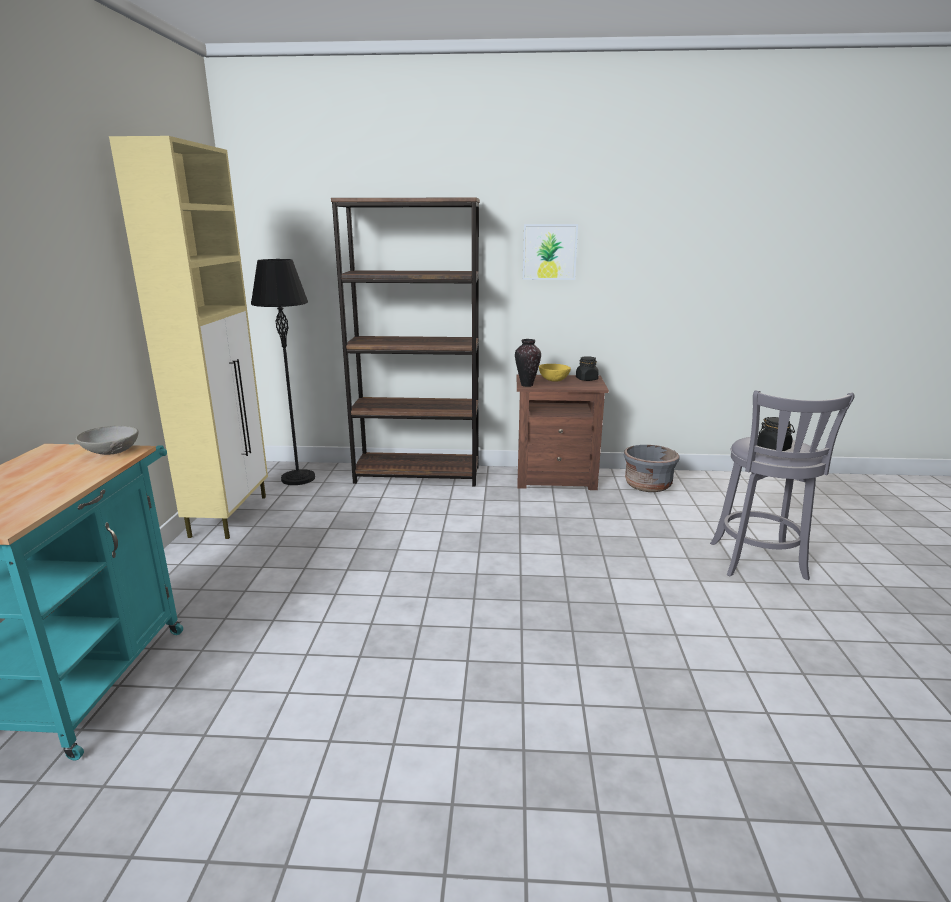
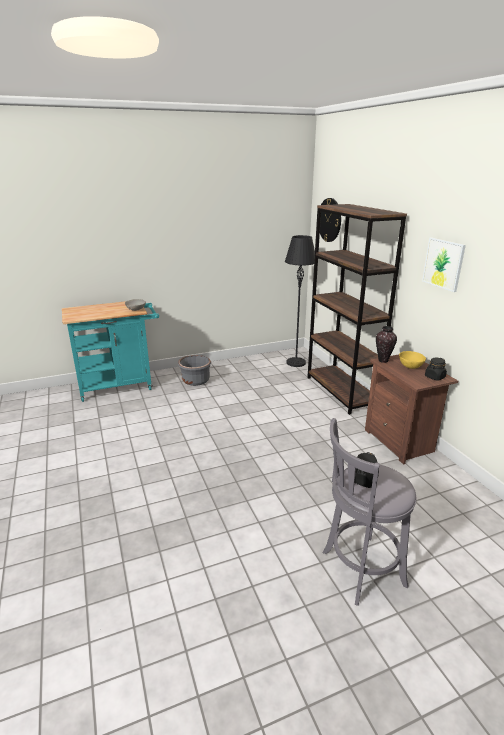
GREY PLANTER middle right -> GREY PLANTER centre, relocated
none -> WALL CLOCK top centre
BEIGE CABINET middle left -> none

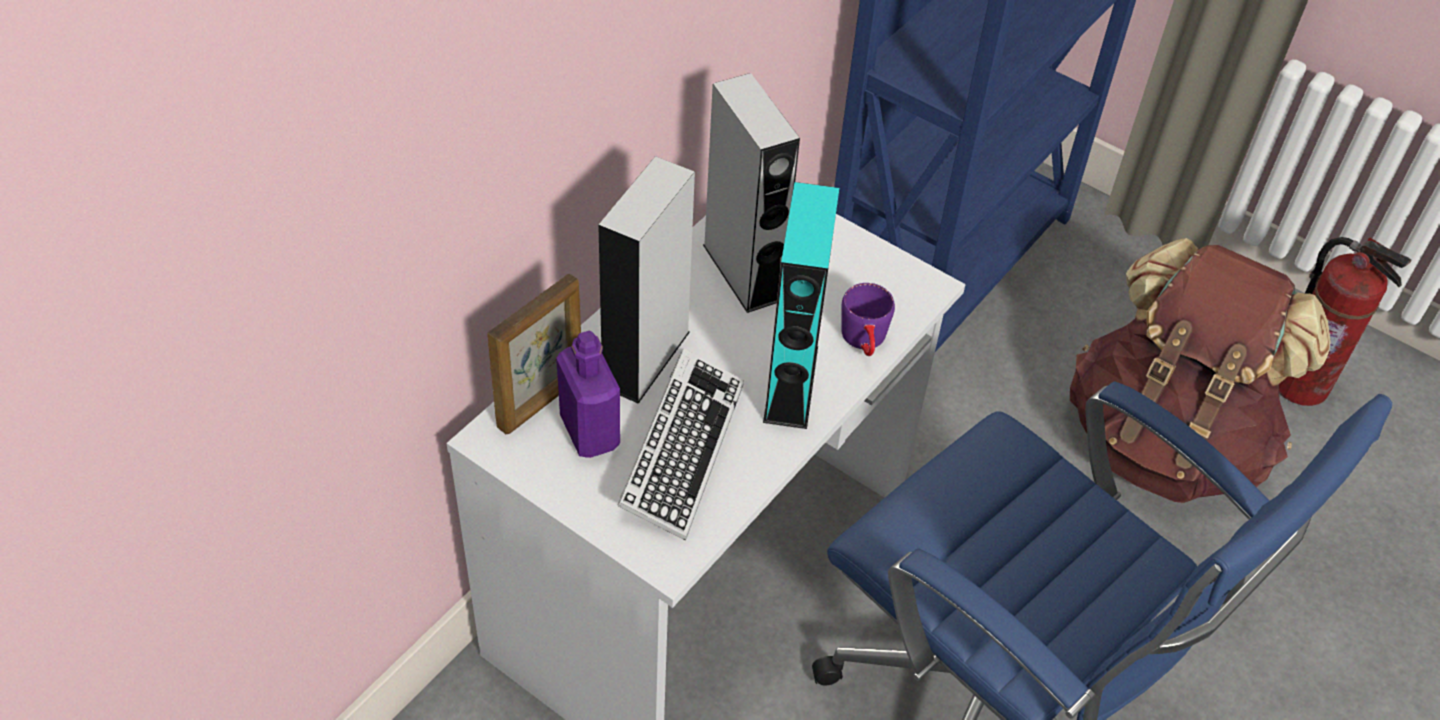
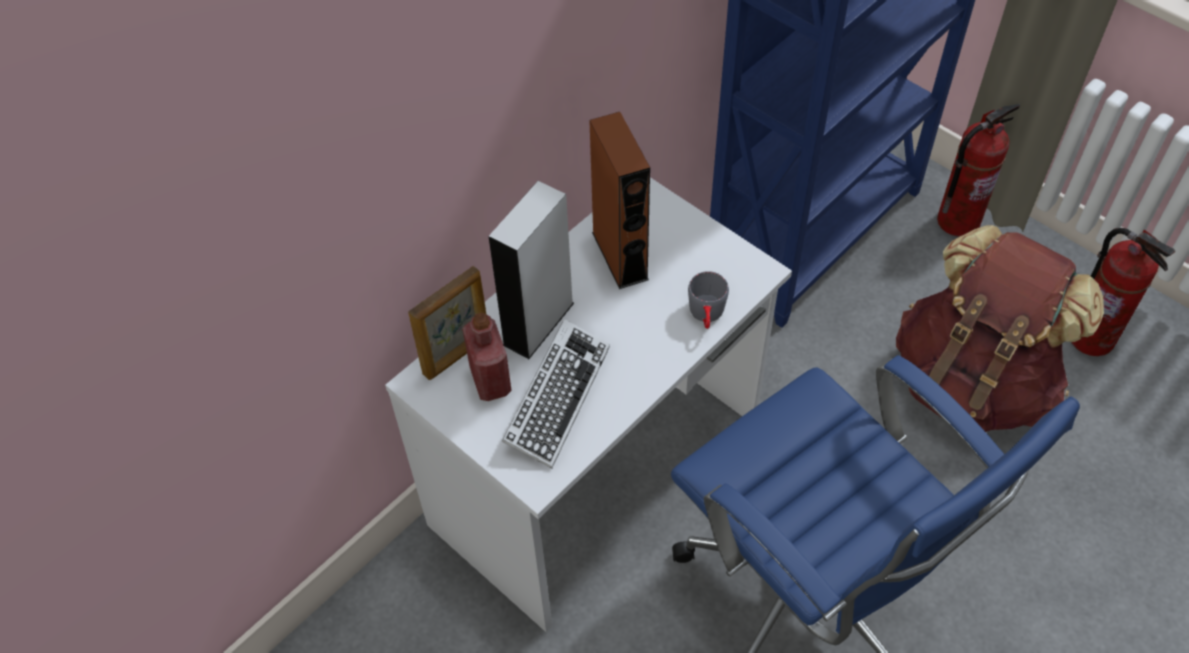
PURPLE BOTTLE centre -> RED BOTTLE centre
GREY SPEAKER (no. 2 from left) top centre -> BROWN SPEAKER top centre
PURPLE MUG centre -> GREY MUG centre
none -> FIRE EXTINGUISHER (no. 1 from left) top right
TURQUOISE SPEAKER centre -> none

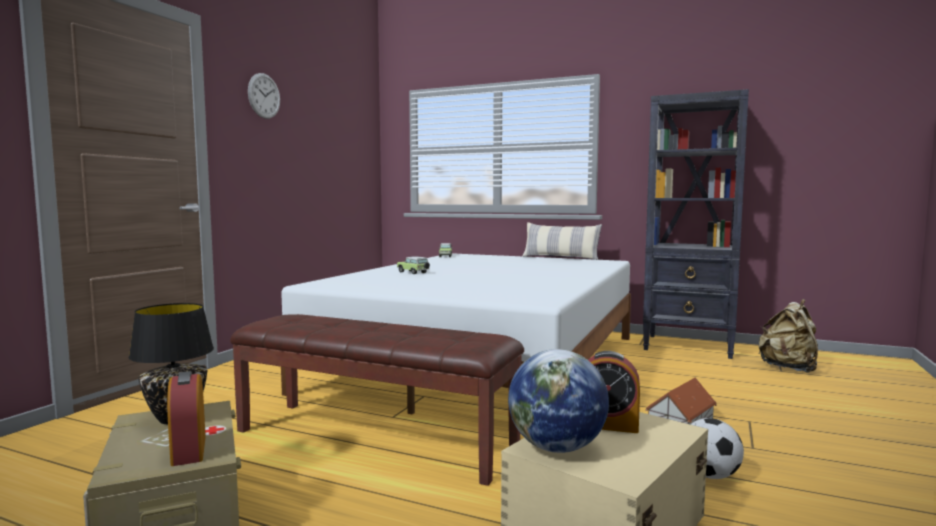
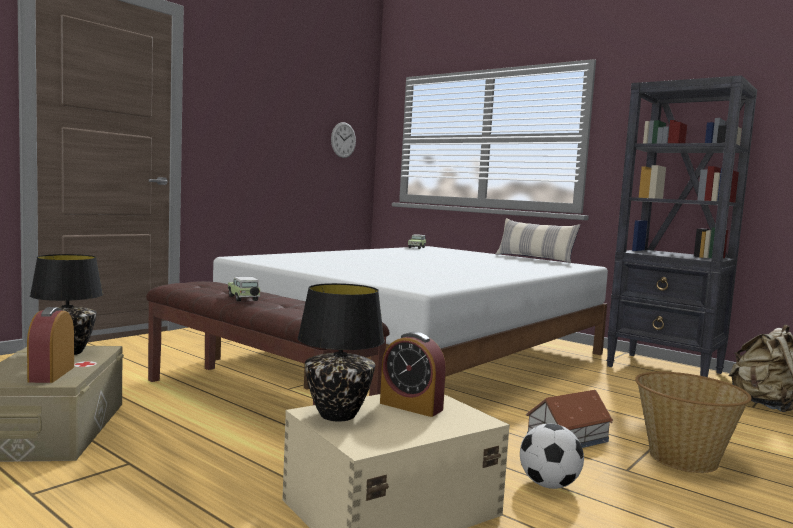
TOY CAR (no. 1 from left) centre -> TOY CAR (no. 1 from left) middle left, relocated
GLOBE bottom centre -> BLACK TABLE LAMP (no. 2 from left) bottom centre
WALL CLOCK top left -> WALL CLOCK top centre, relocated
none -> BASKET bottom right

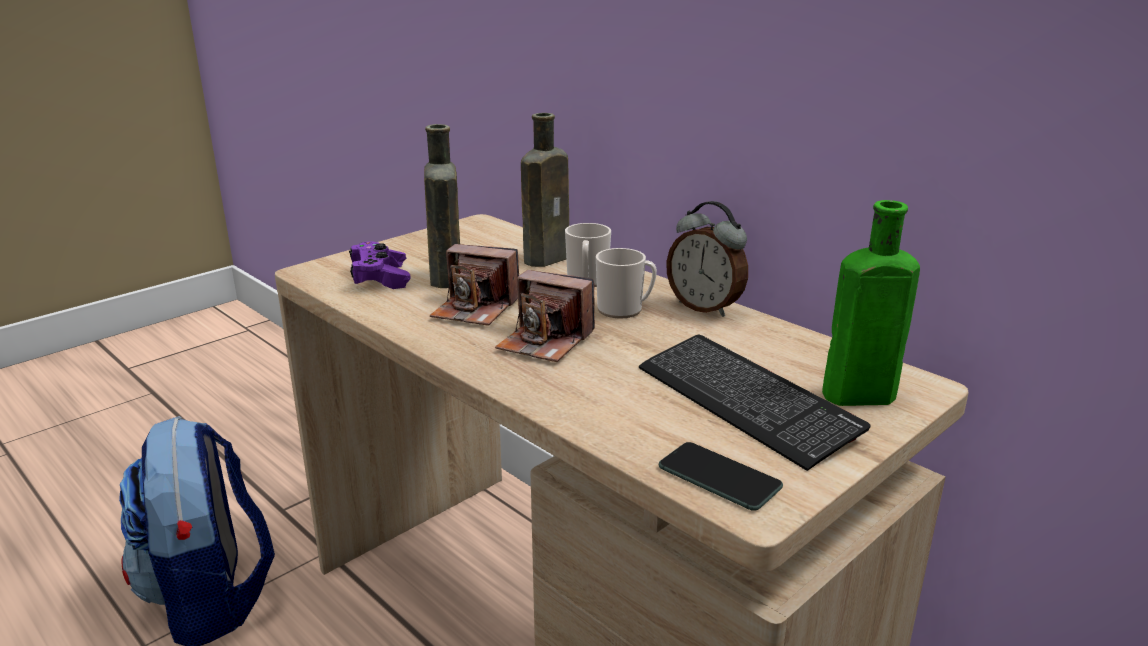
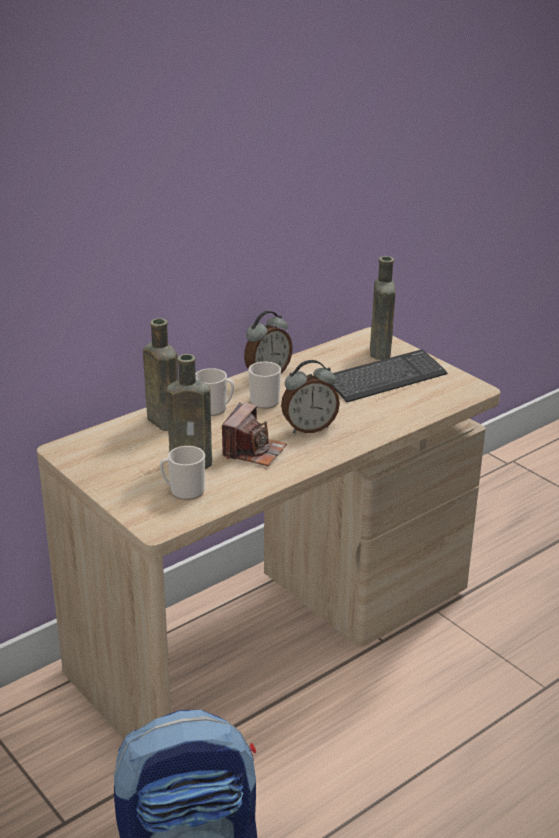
PURPLE GAME CONTROLLER middle left -> MUG (no. 1 from left) middle left
PHOTO CAMERA (no. 2 from left) centre -> ALARM CLOCK (no. 2 from left) centre
GREEN BOTTLE middle right -> BROWN BOTTLE (no. 3 from left) middle right
PHONE bottom centre -> none

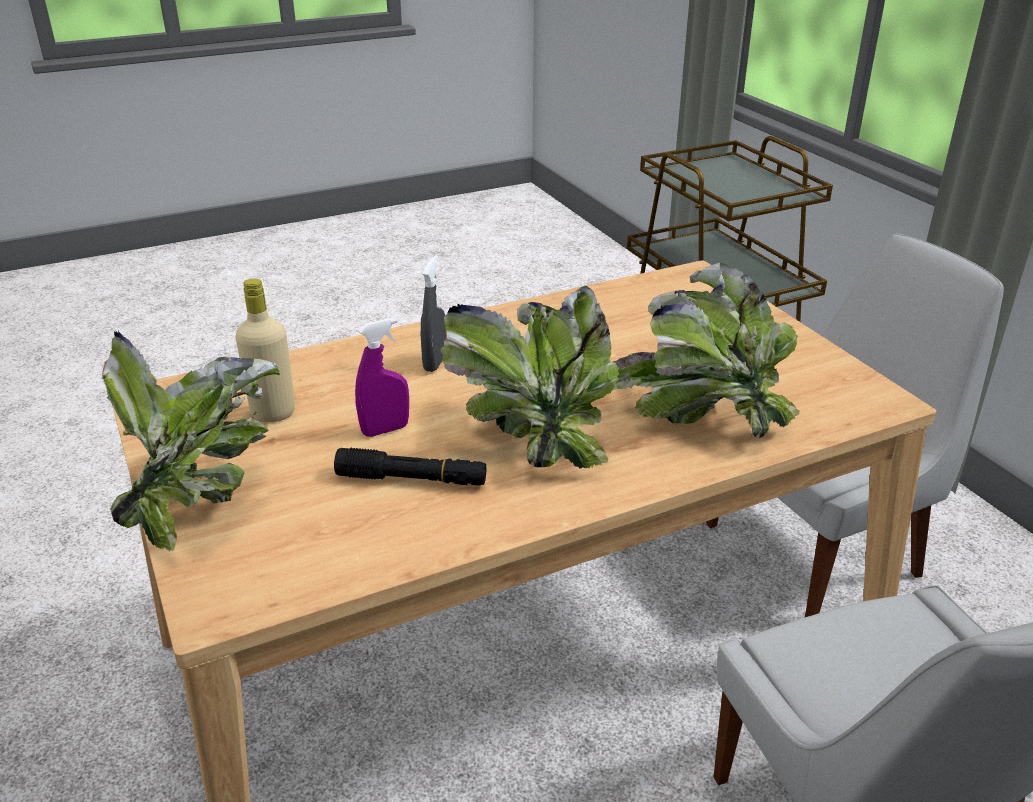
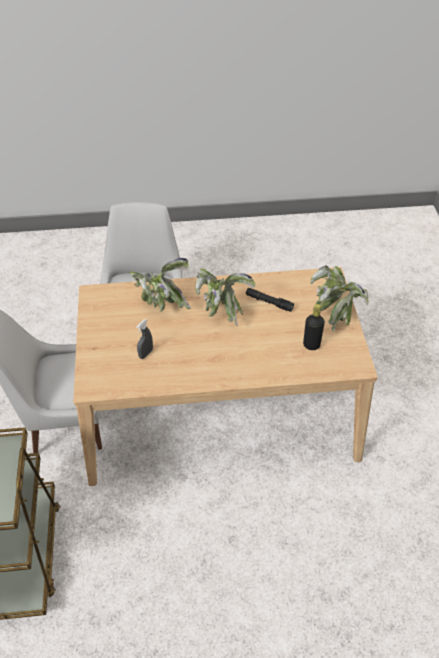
GREY SPRAY BOTTLE centre -> GREY SPRAY BOTTLE middle left, relocated
BEIGE BOTTLE middle left -> BLACK BOTTLE middle right
PURPLE SPRAY BOTTLE centre -> none

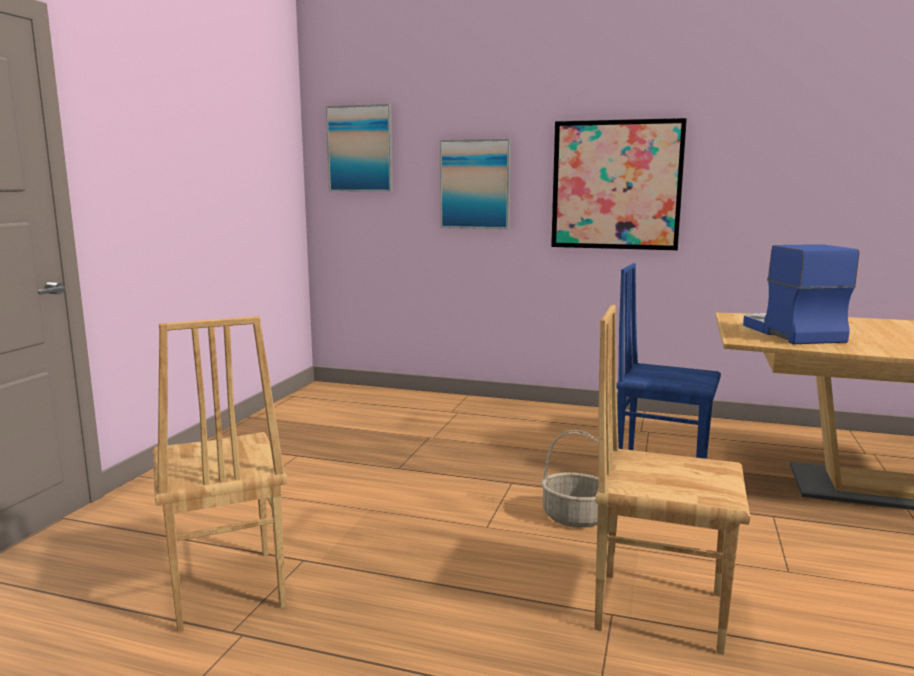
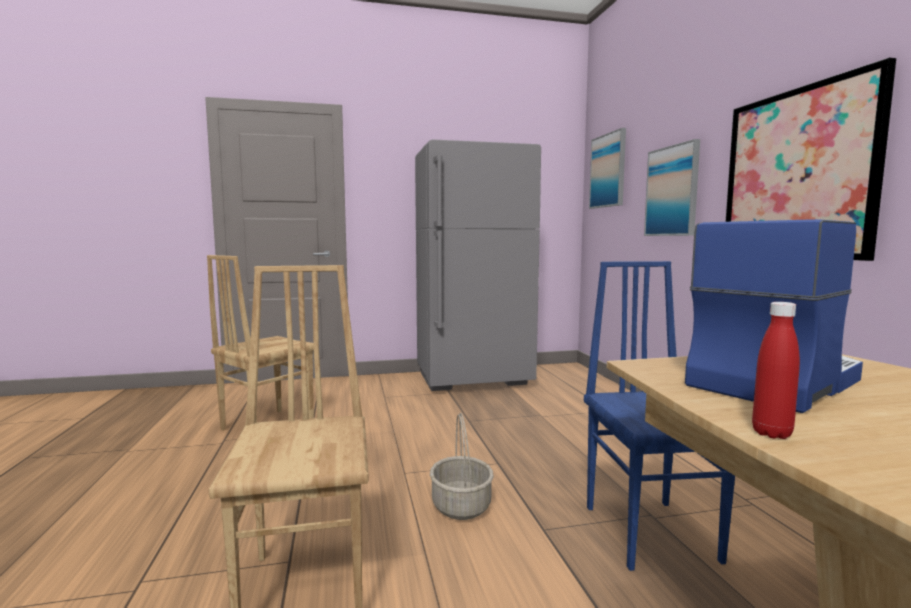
none -> GREY FRIDGE centre
none -> RED BOTTLE middle right

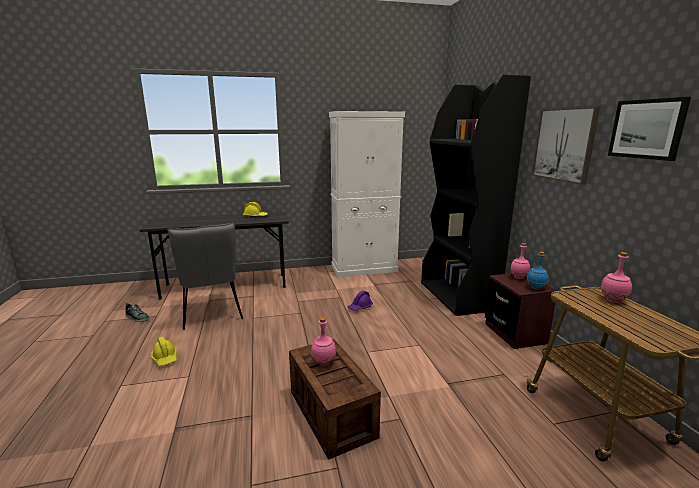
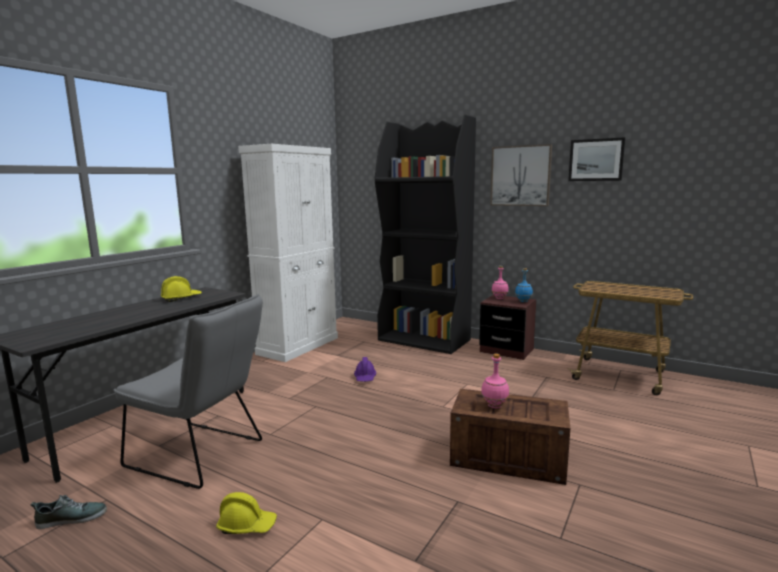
PINK BOTTLE (no. 3 from left) middle right -> none

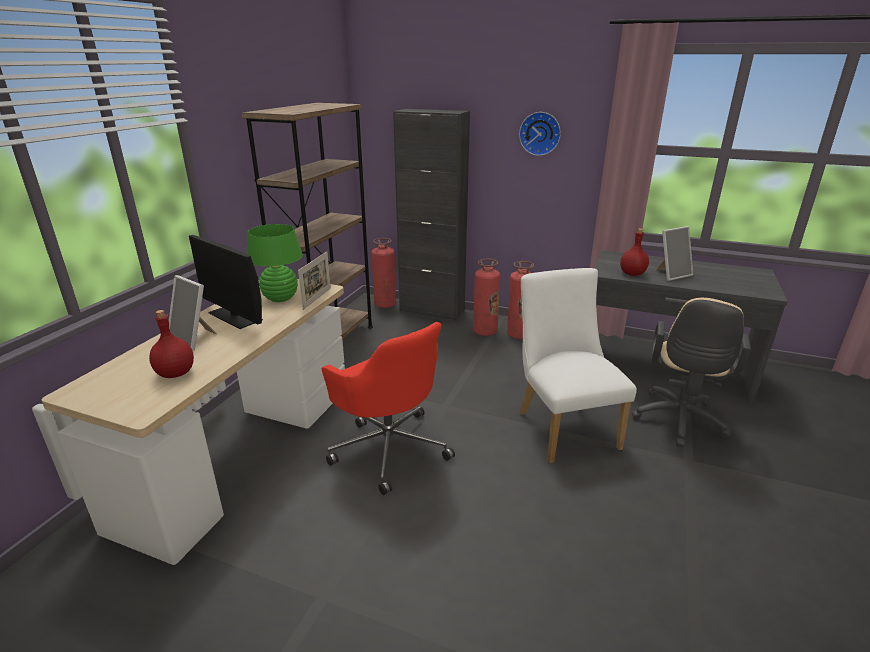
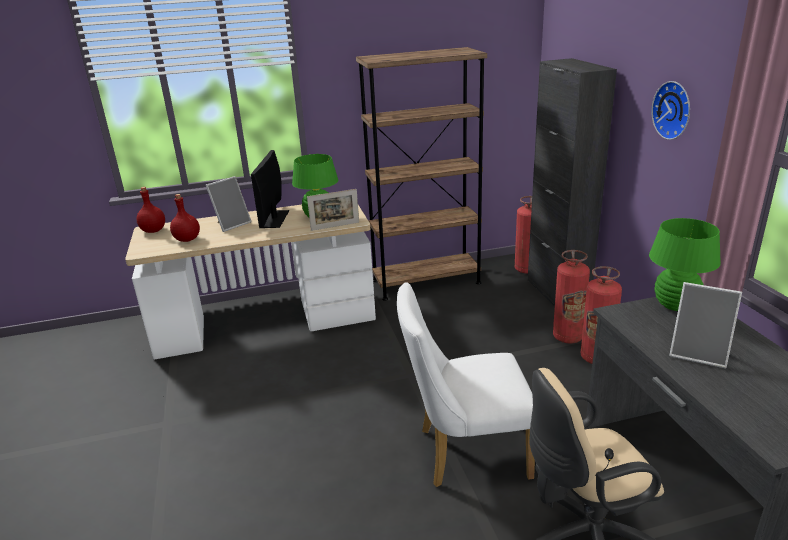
RED BOTTLE (no. 2 from left in the first image) middle right -> RED BOTTLE (no. 1 from left) middle left, relocated
PICTURE FRAME (no. 1 from left) middle left, 135 degrees counterclockwise
WHITE CHAIR centre -> WHITE CHAIR bottom centre, 135 degrees counterclockwise
none -> GREEN TABLE LAMP (no. 2 from left) middle right
RED OFFICE CHAIR centre -> none

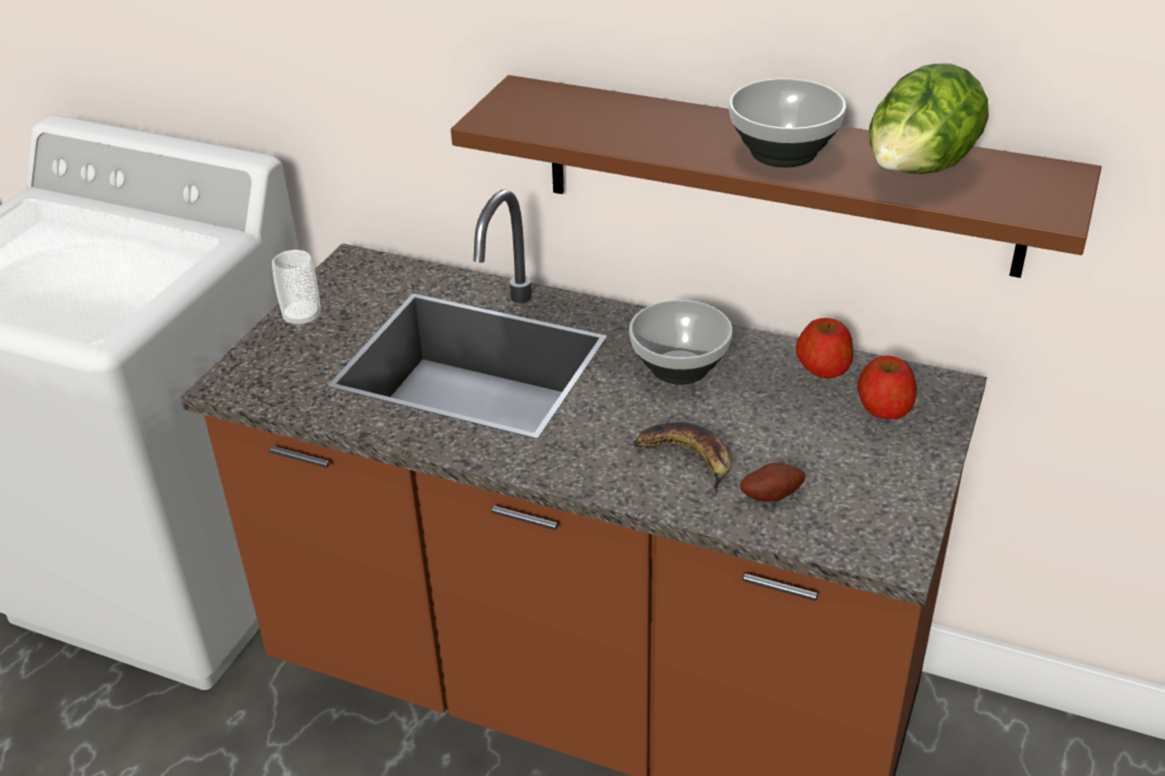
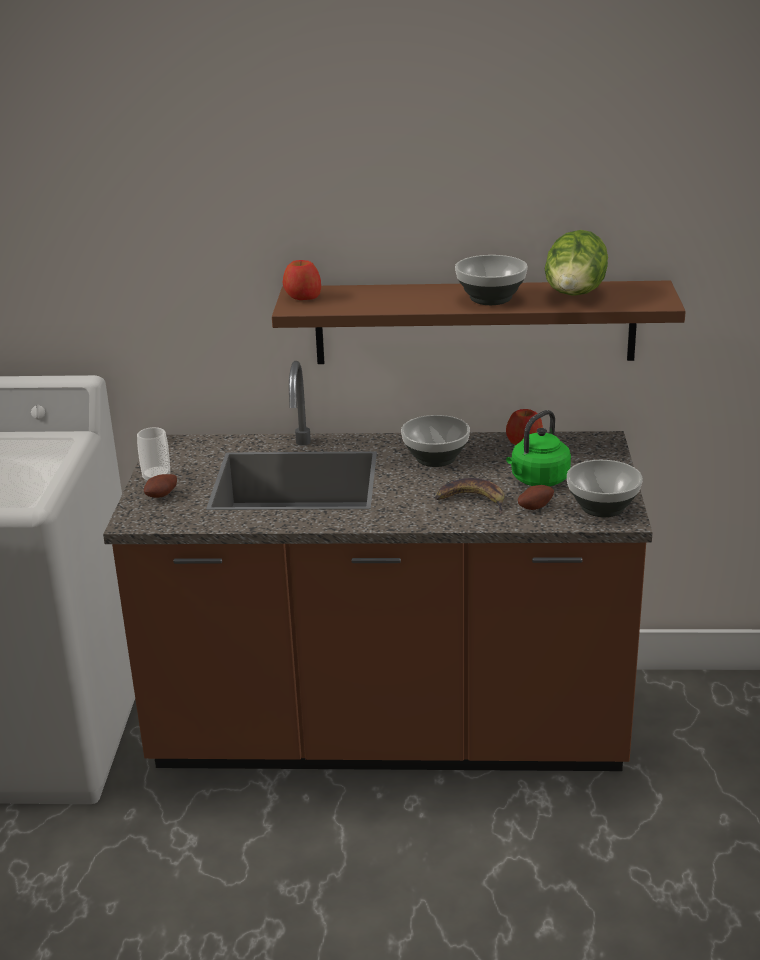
none -> POTATO (no. 1 from left) middle left
APPLE (no. 2 from left in the first image) middle right -> APPLE (no. 1 from left) top centre, relocated
none -> GREEN KETTLE middle right
none -> BOWL (no. 3 from left) middle right

